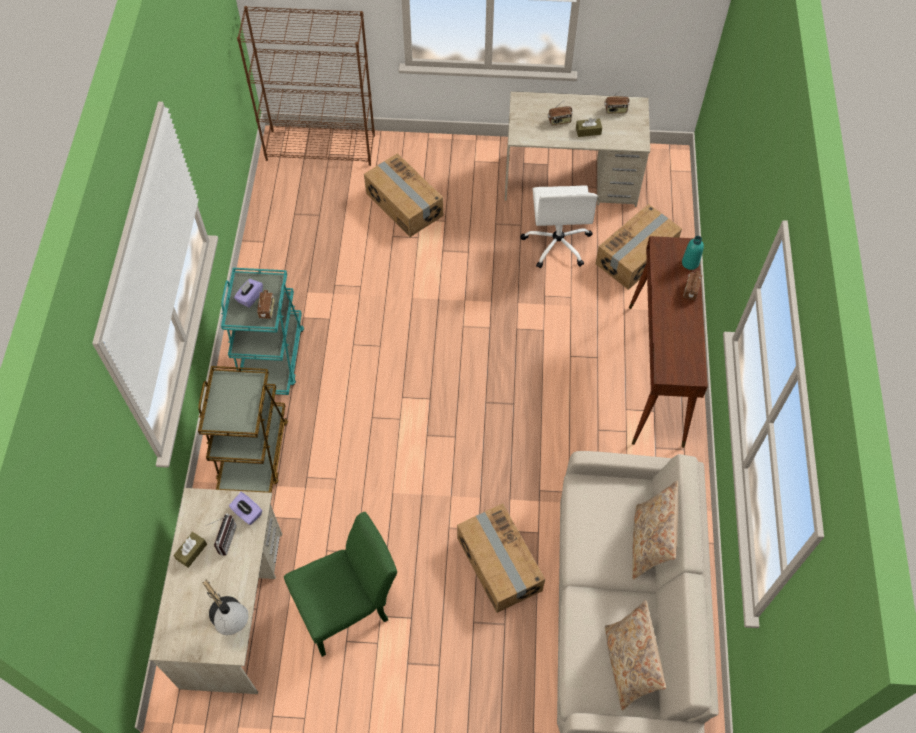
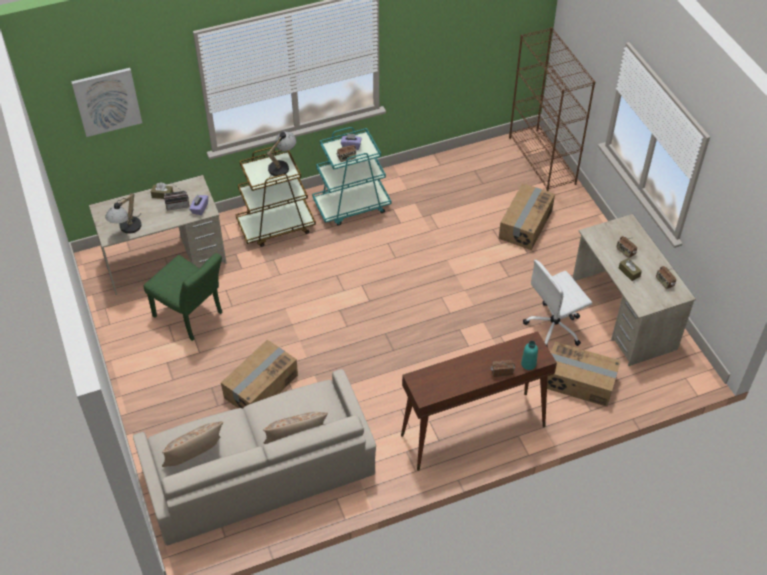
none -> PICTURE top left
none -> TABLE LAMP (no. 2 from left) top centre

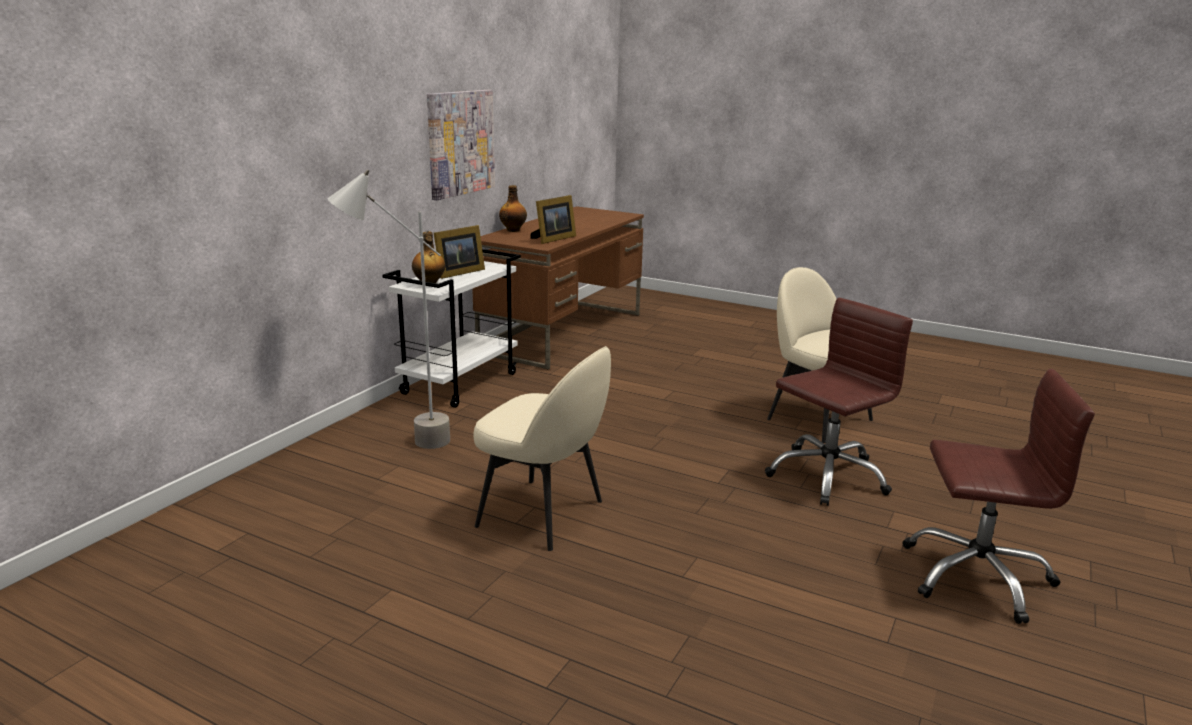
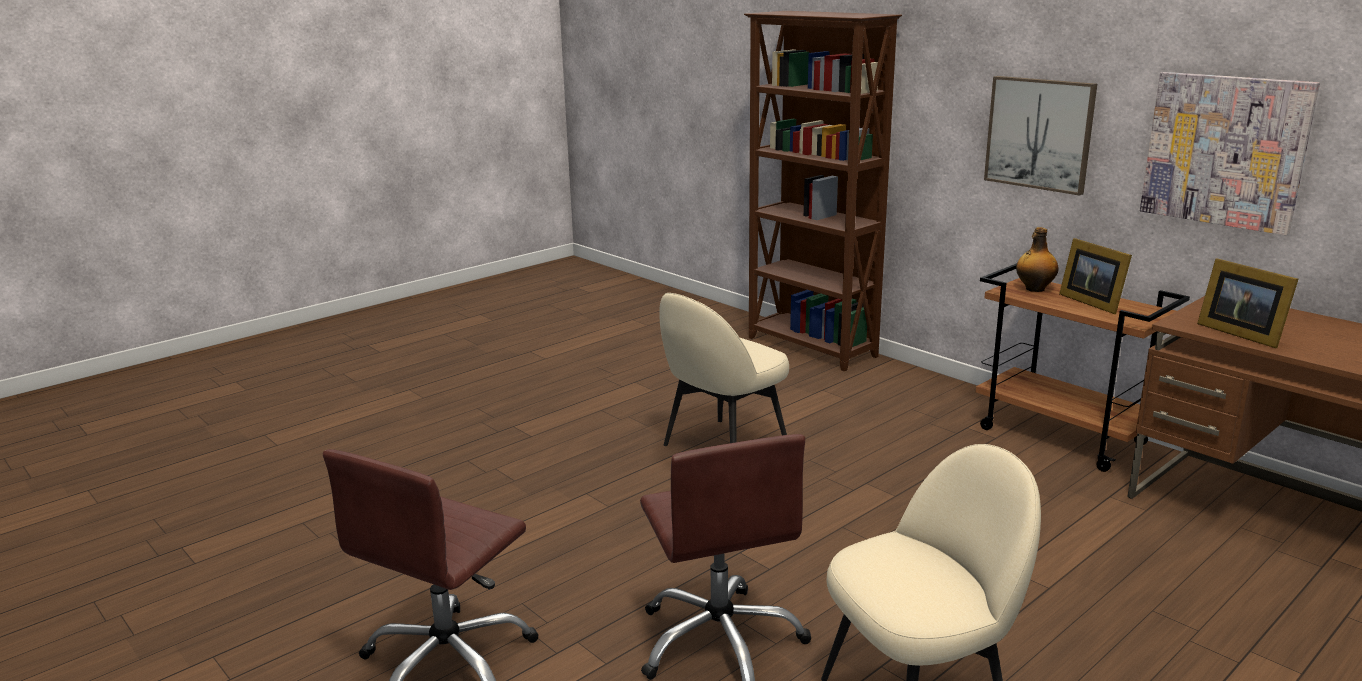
none -> BROWN BOOKCASE top centre
WHITE CART centre -> BROWN CART middle right
none -> PICTURE (no. 1 from left) top right
GREY FLOOR LAMP middle left -> none
BOTTLE (no. 2 from left) top centre -> none

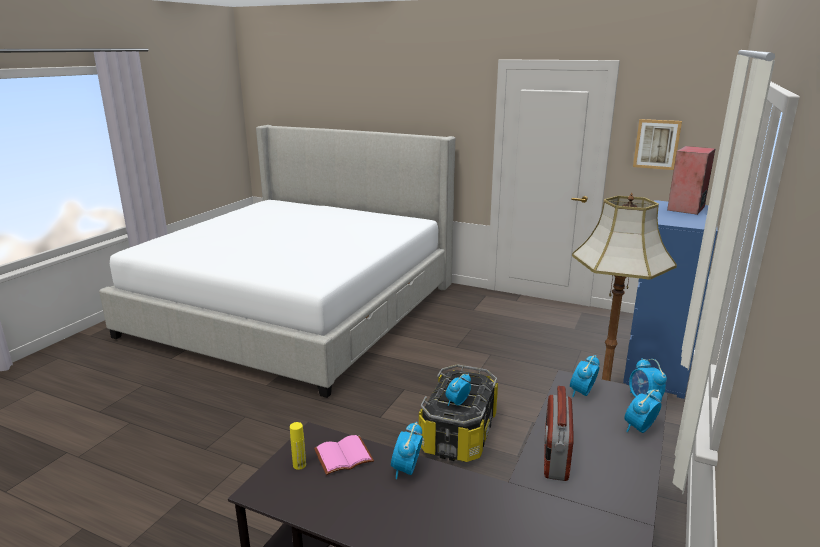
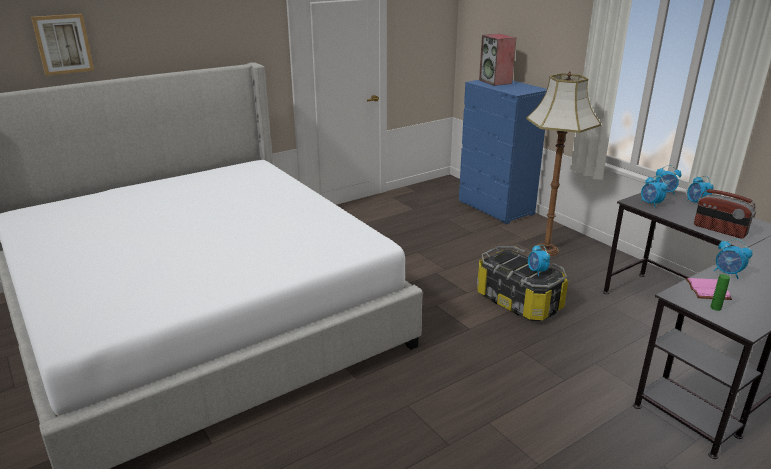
PICTURE top right -> PICTURE top left, relocated
YELLOW BOTTLE bottom centre -> GREEN BOTTLE middle right

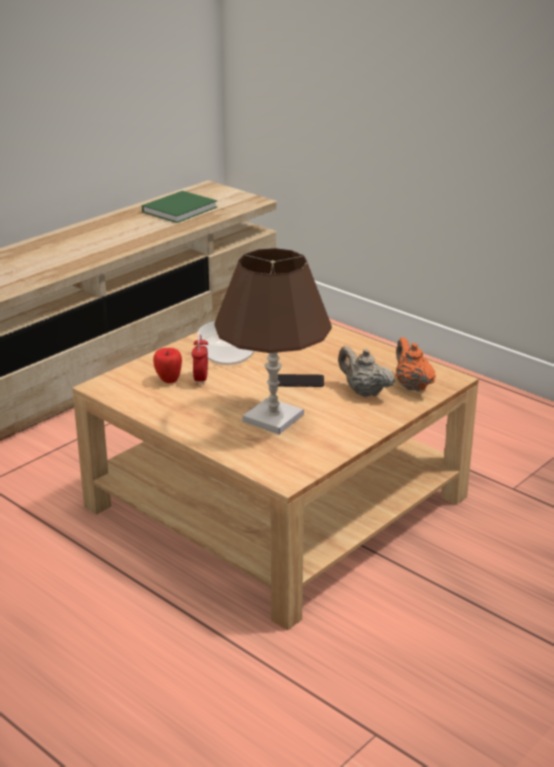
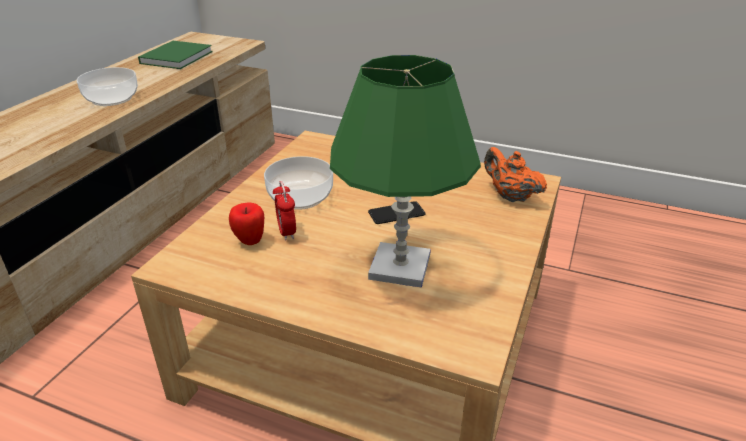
none -> BOWL (no. 1 from left) top left
BROWN TABLE LAMP centre -> GREEN TABLE LAMP centre
BEIGE TEAPOT centre -> none

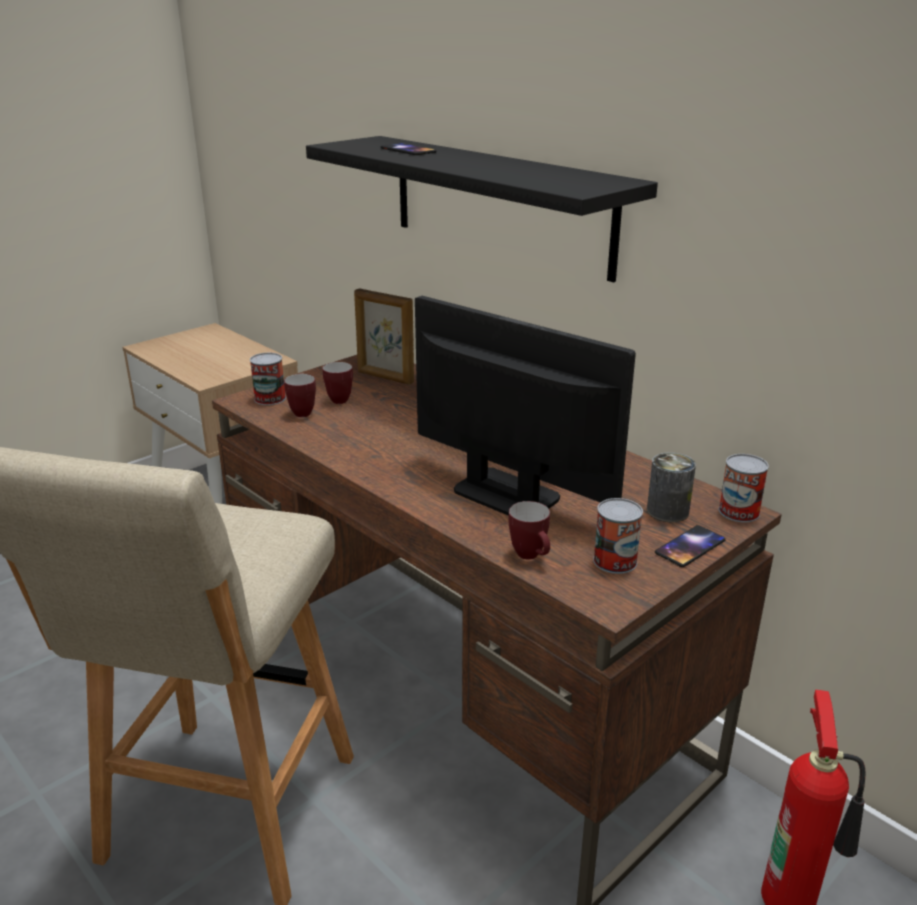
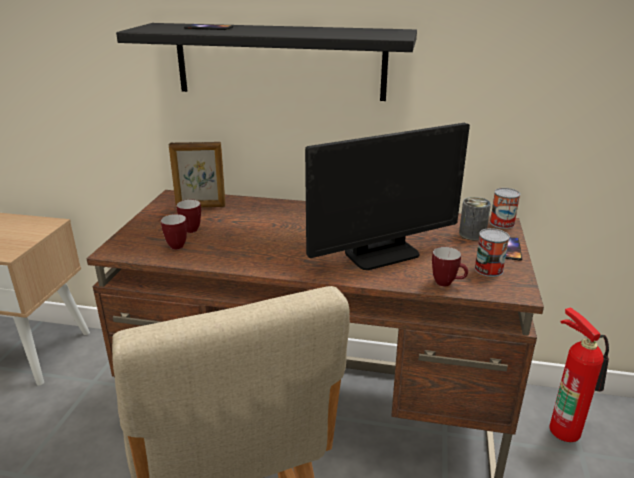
MONITOR centre, 150 degrees clockwise
CAN (no. 1 from left) middle left -> none

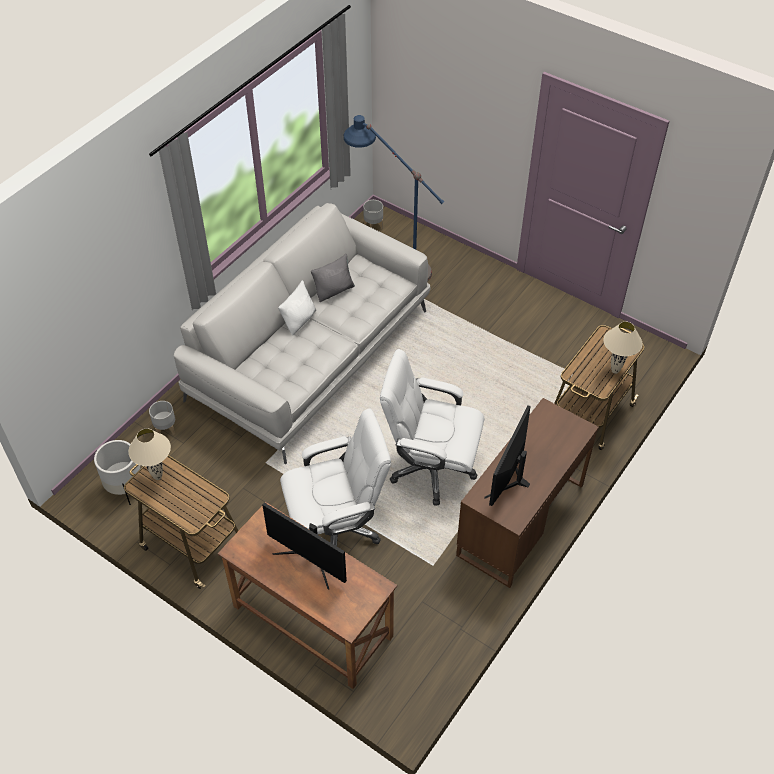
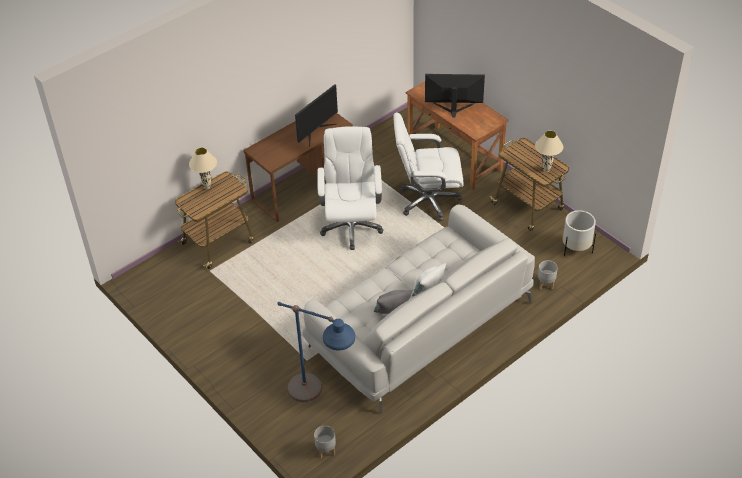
WHITE OFFICE CHAIR (no. 2 from left in the first image) centre -> WHITE OFFICE CHAIR (no. 1 from left) centre, 120 degrees counterclockwise
MONITOR (no. 1 from left in the first image) bottom centre -> MONITOR (no. 2 from left) top centre, 45 degrees counterclockwise

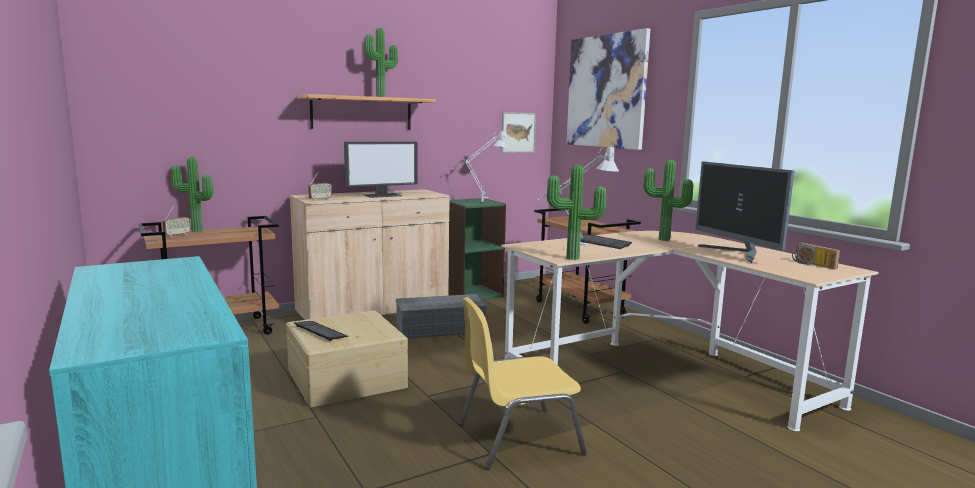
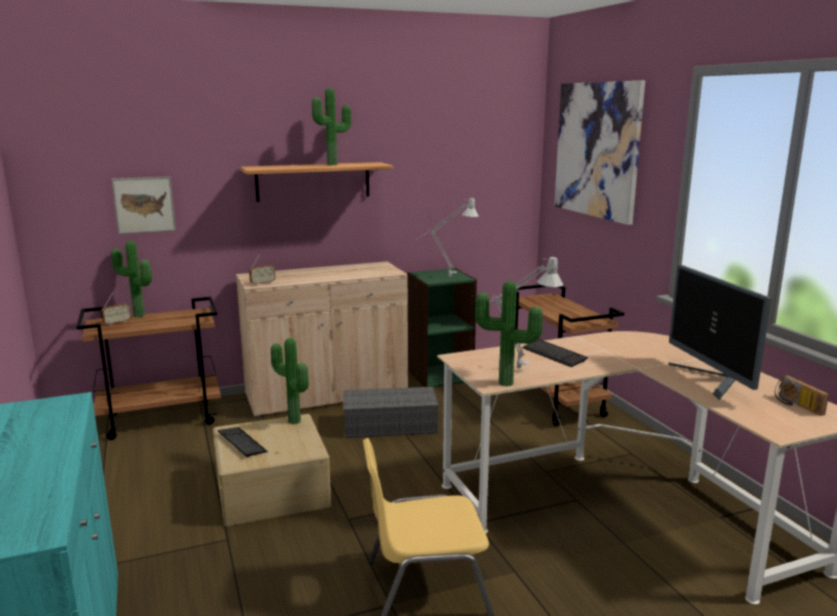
PICTURE (no. 1 from left) top centre -> PICTURE (no. 1 from left) top left, relocated
POTTED PLANT (no. 4 from left in the first image) middle right -> POTTED PLANT (no. 2 from left) centre, relocated
MONITOR (no. 1 from left) centre -> none

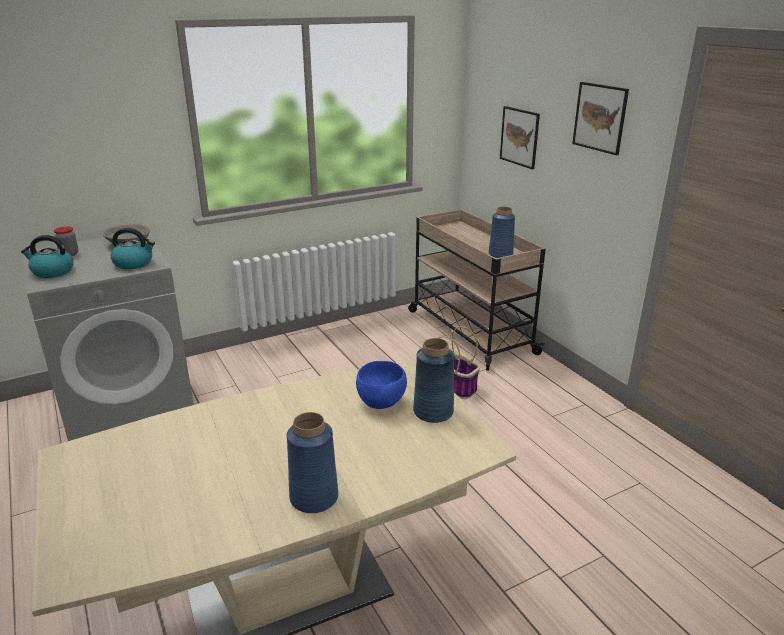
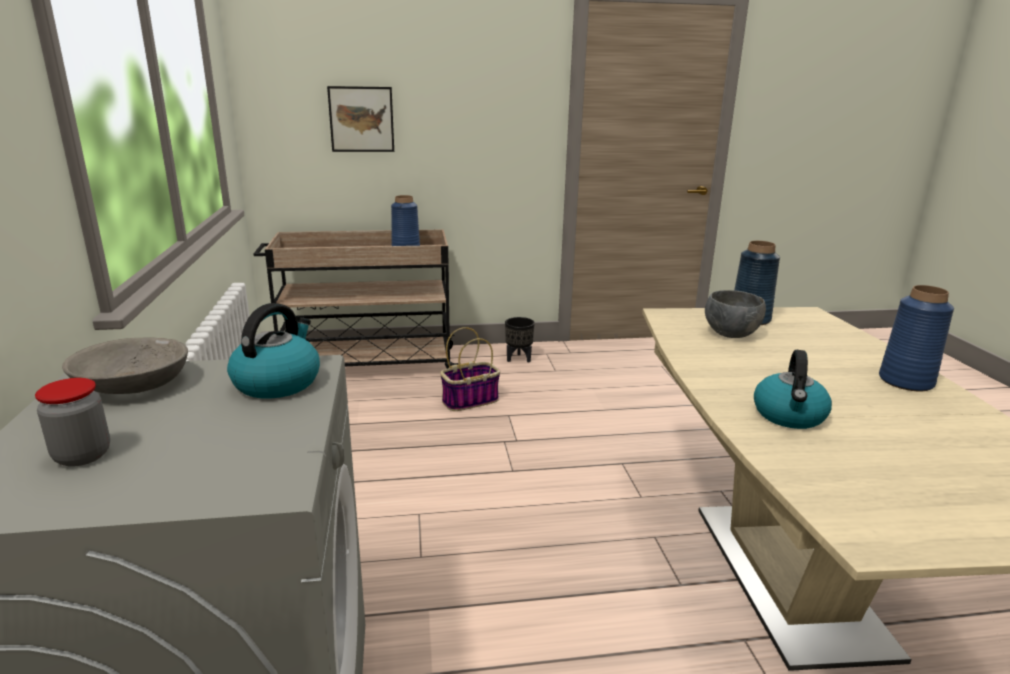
none -> BLACK PLANTER centre
BLUE BOWL centre -> GREY BOWL (no. 2 from left) middle right
KETTLE (no. 1 from left in the first image) middle left -> KETTLE (no. 2 from left) middle right, relocated
PICTURE (no. 2 from left) top right -> none

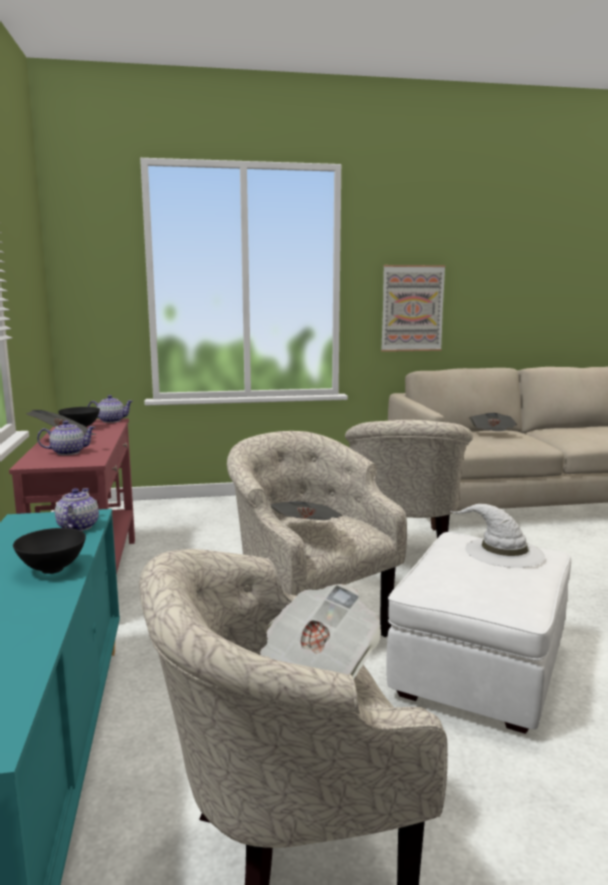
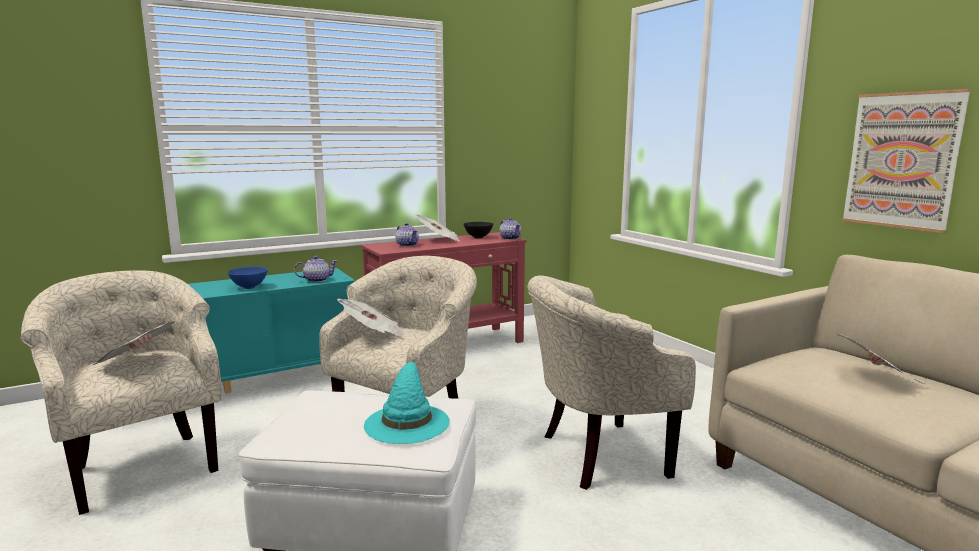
BLACK BOWL (no. 1 from left) middle left -> BLUE BOWL middle left
WHITE HAT middle right -> TURQUOISE HAT bottom centre

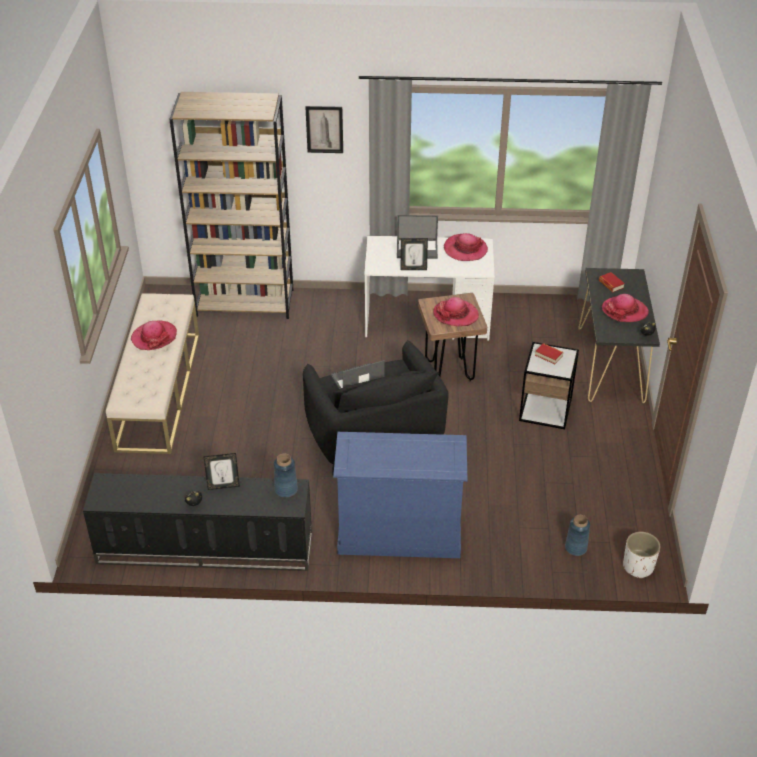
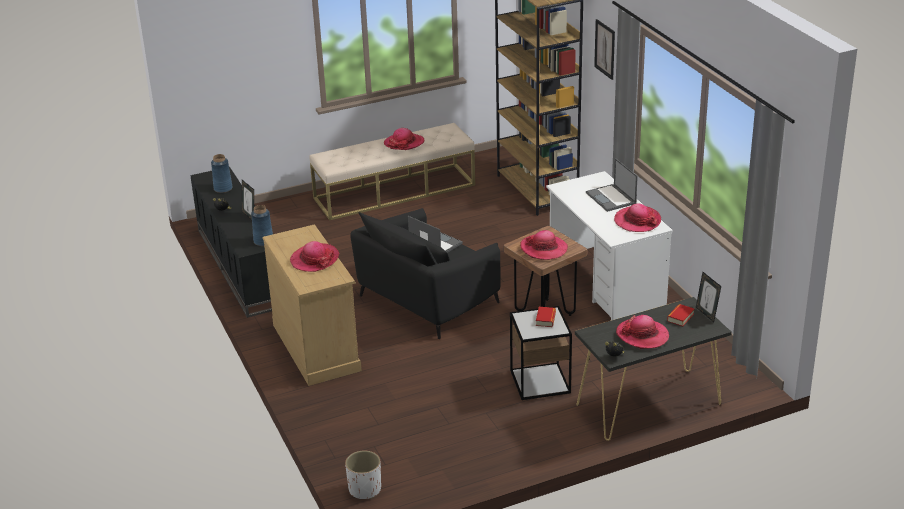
BLUE VASE (no. 2 from left in the first image) bottom right -> BLUE VASE (no. 1 from left) middle left, relocated
BLUE DRESSER centre -> BEIGE DRESSER centre
none -> HAT (no. 1 from left) centre
PICTURE FRAME (no. 2 from left) centre -> PICTURE FRAME (no. 2 from left) middle right, relocated

